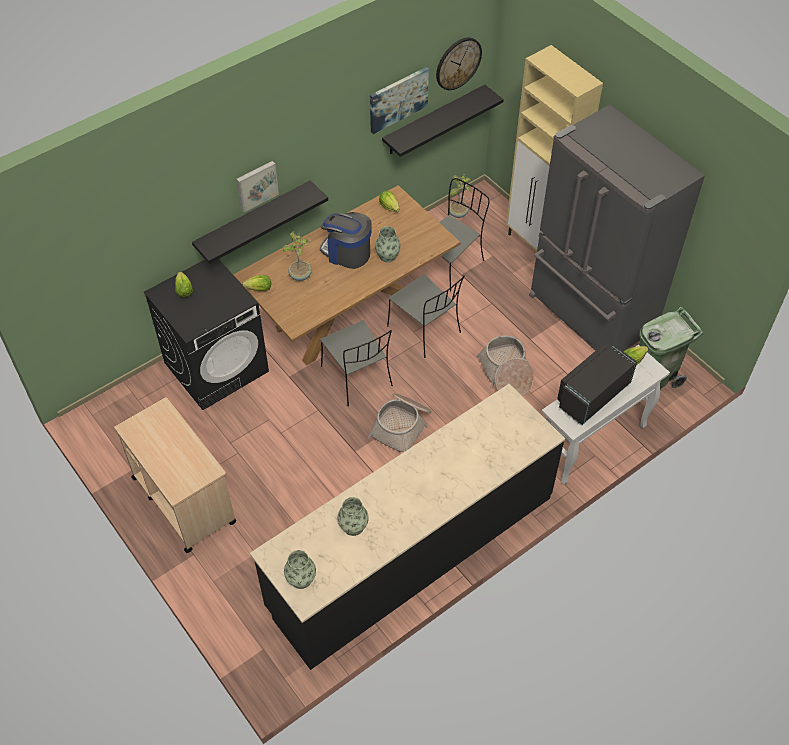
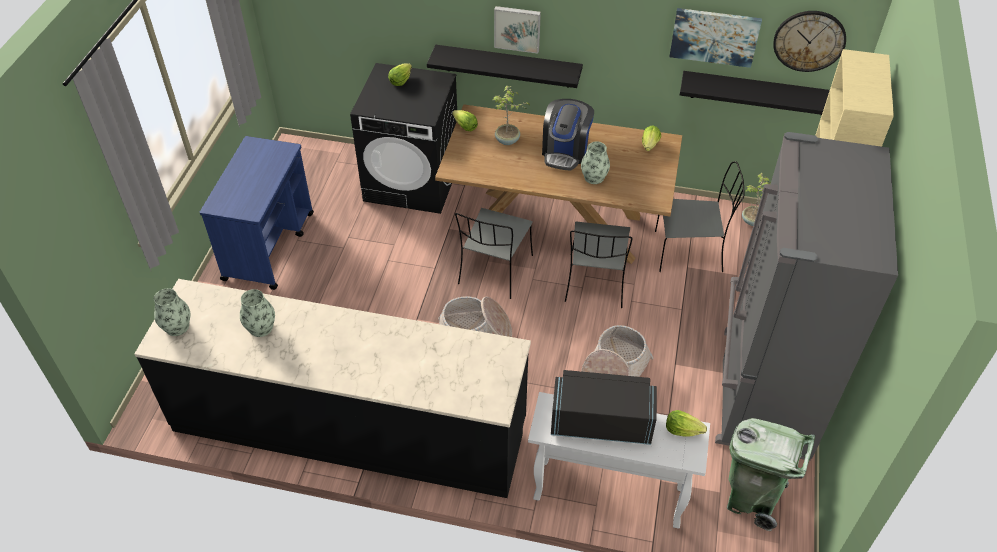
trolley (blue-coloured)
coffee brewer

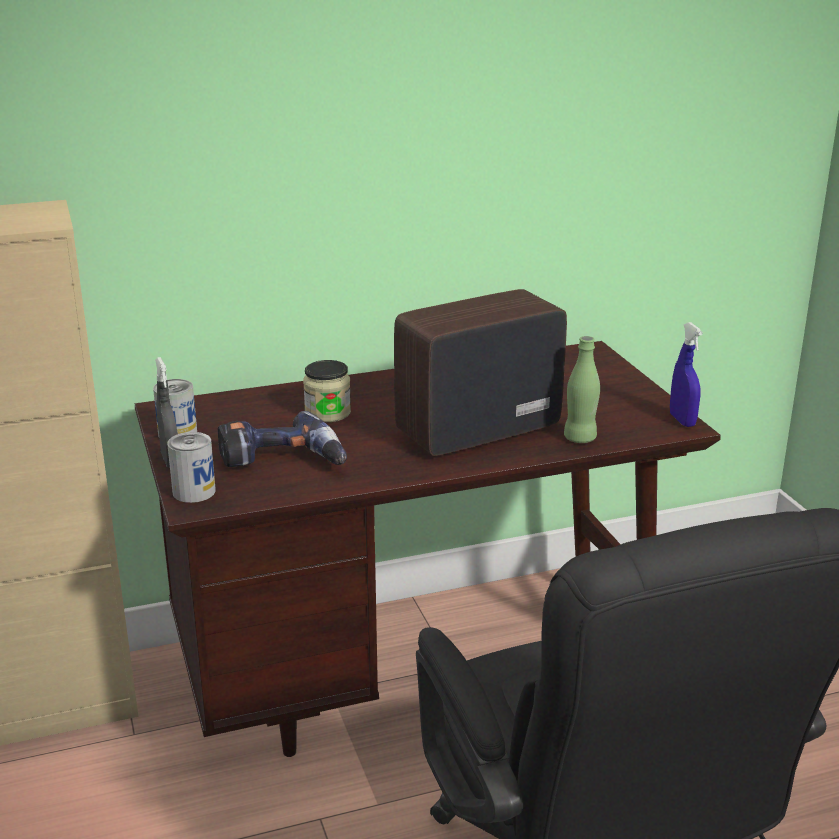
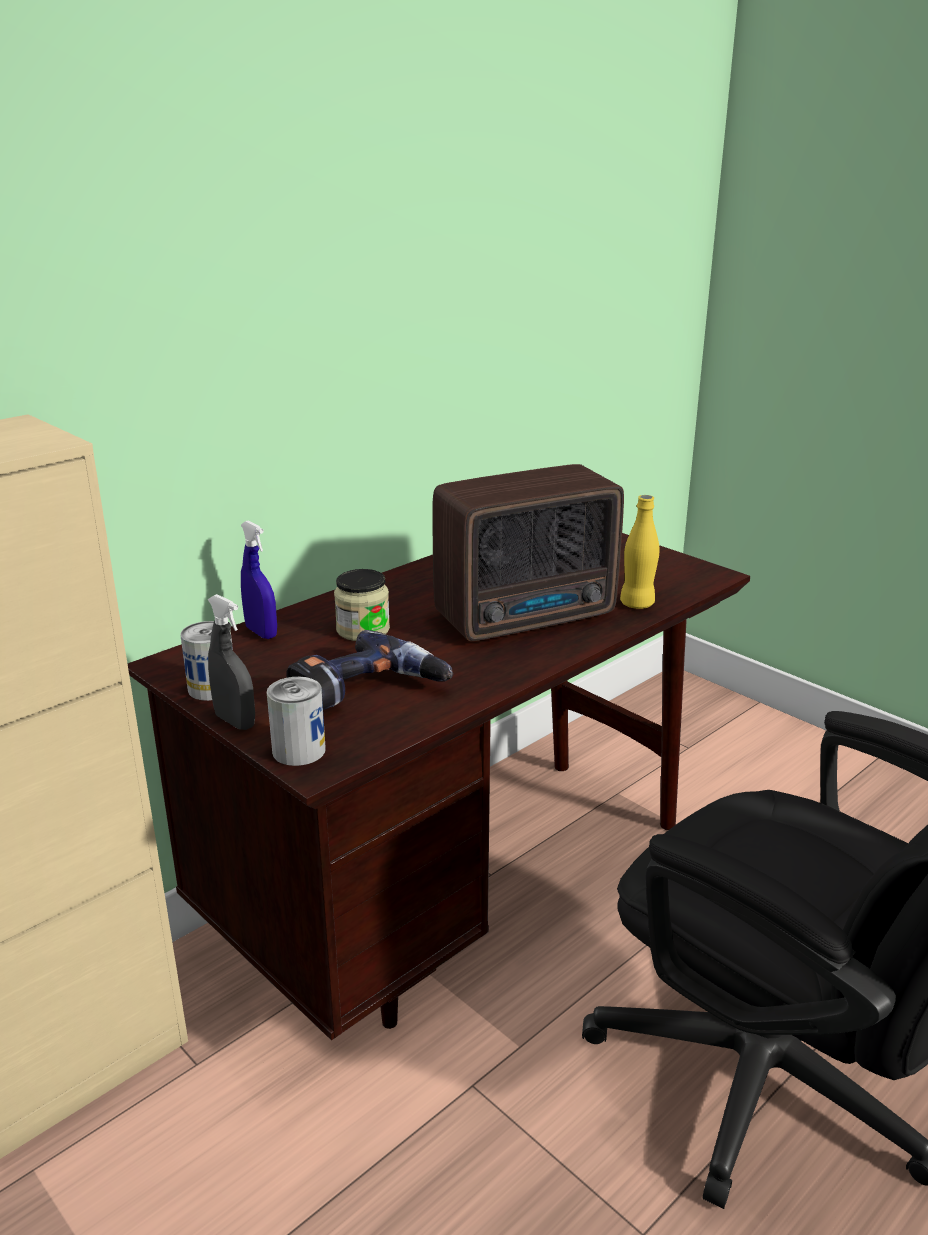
spray bottle (blue-coloured)
drink bottle (yellow)
radio set

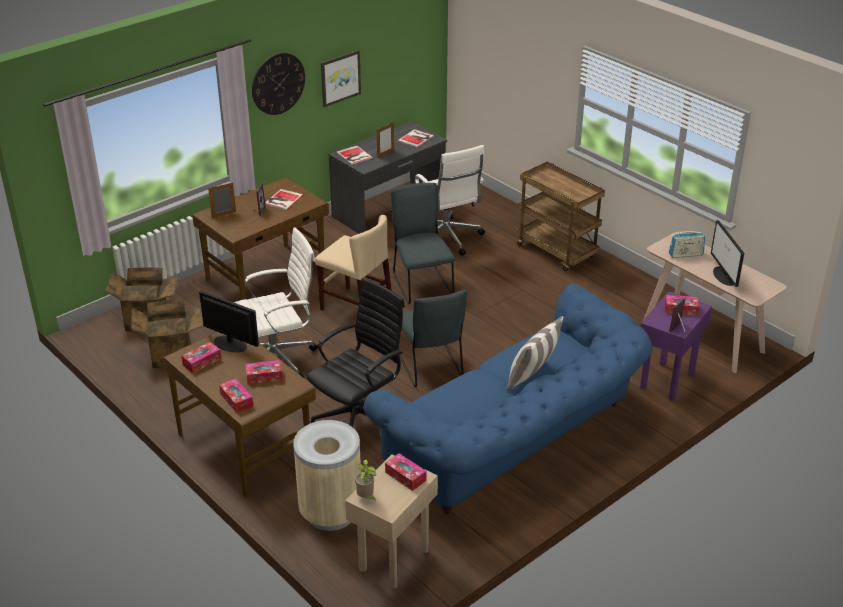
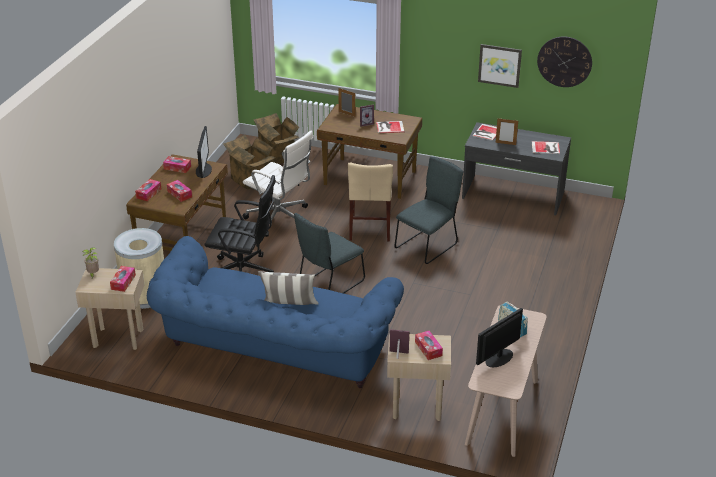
office chair (white-coloured) (2nd from left in the first image)
trolley (brownish)
clock on the wall
end table (sand-coloured) (2nd from left)

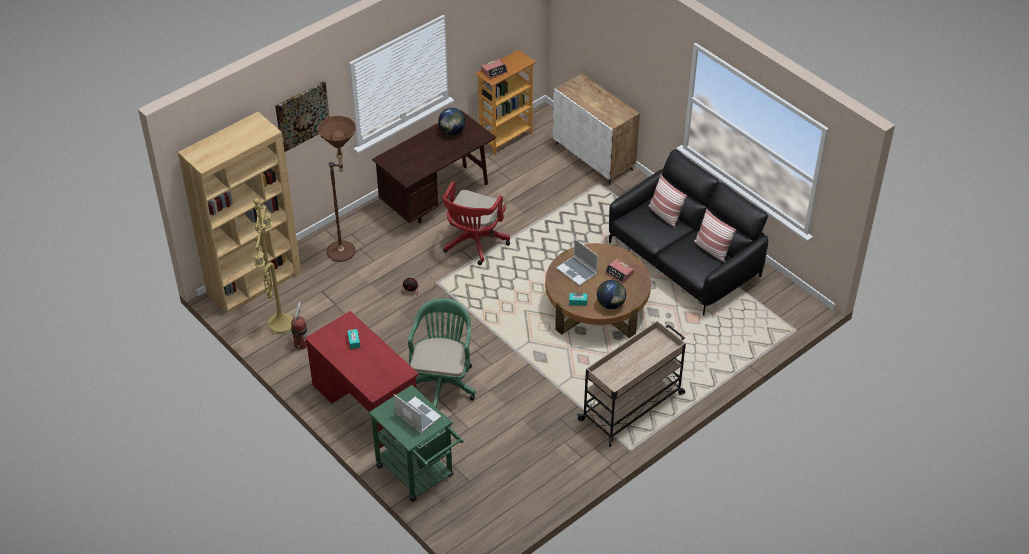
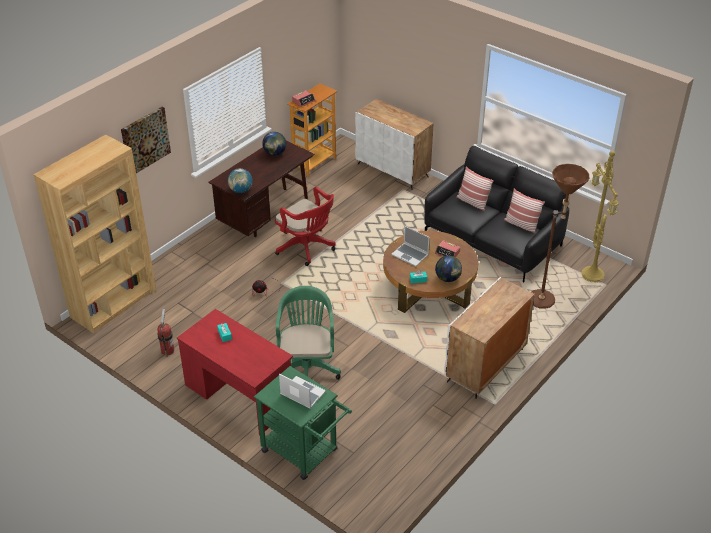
desk globe (1st from left)
floor lamp (yellow)
floor lamp (brownish)
cupboard (white-coloured) (2nd from left)
office chair (reddish)

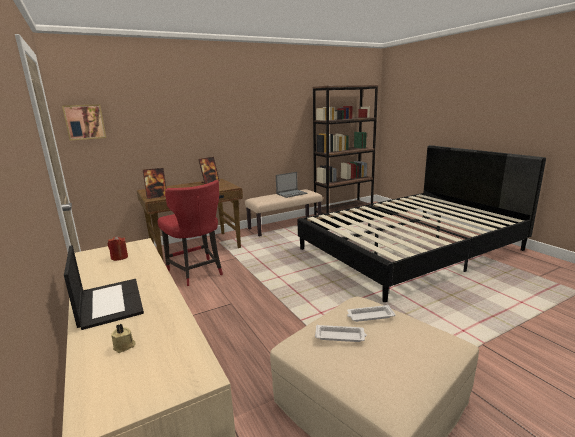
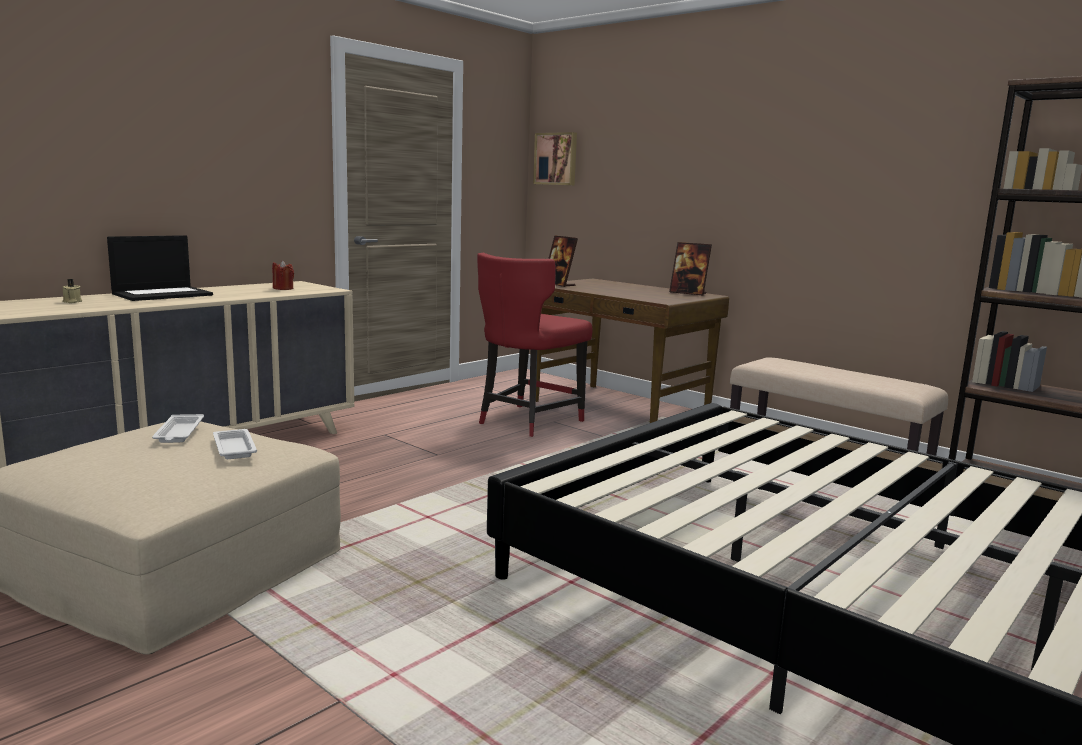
portable computer (2nd from left in the first image)

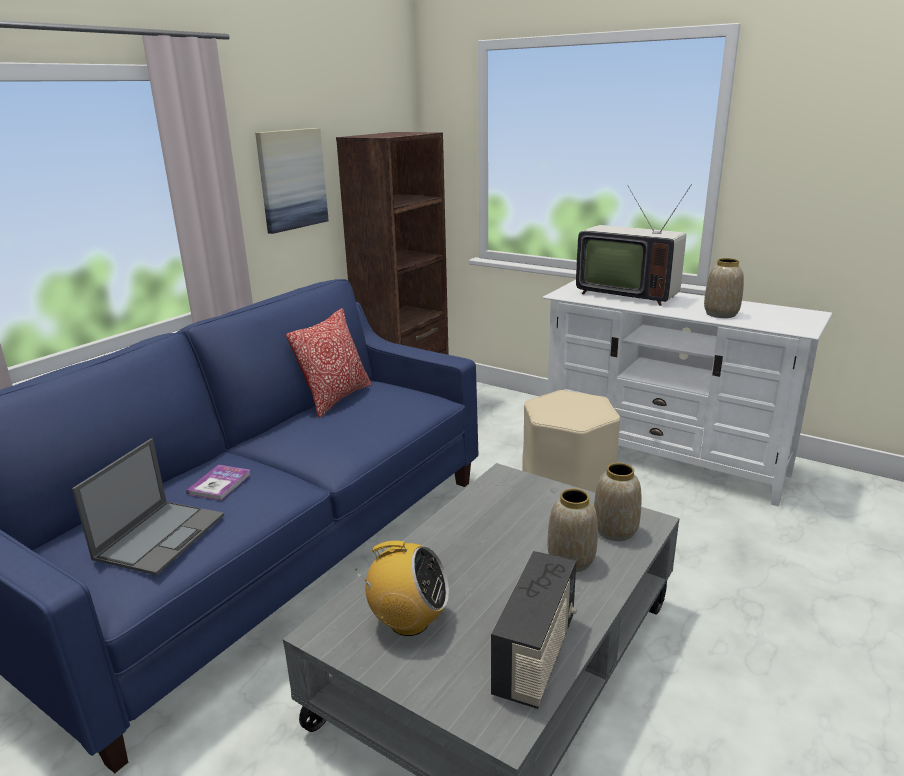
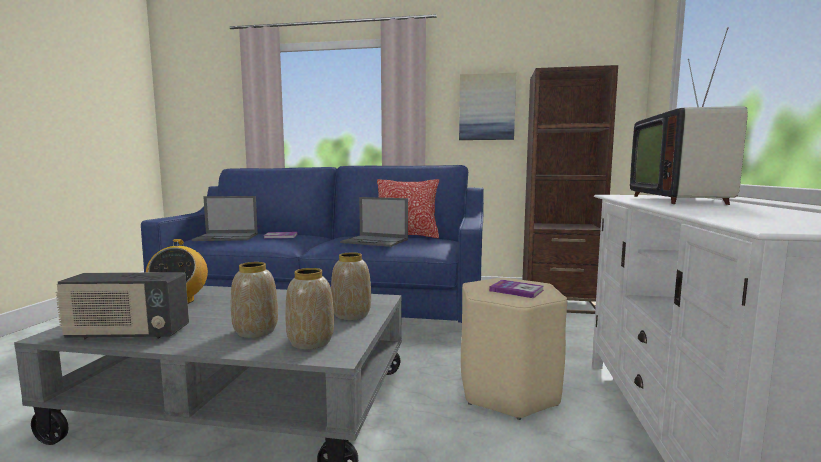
portable computer (2nd from left)
volume (2nd from left)
vase (3rd from left)

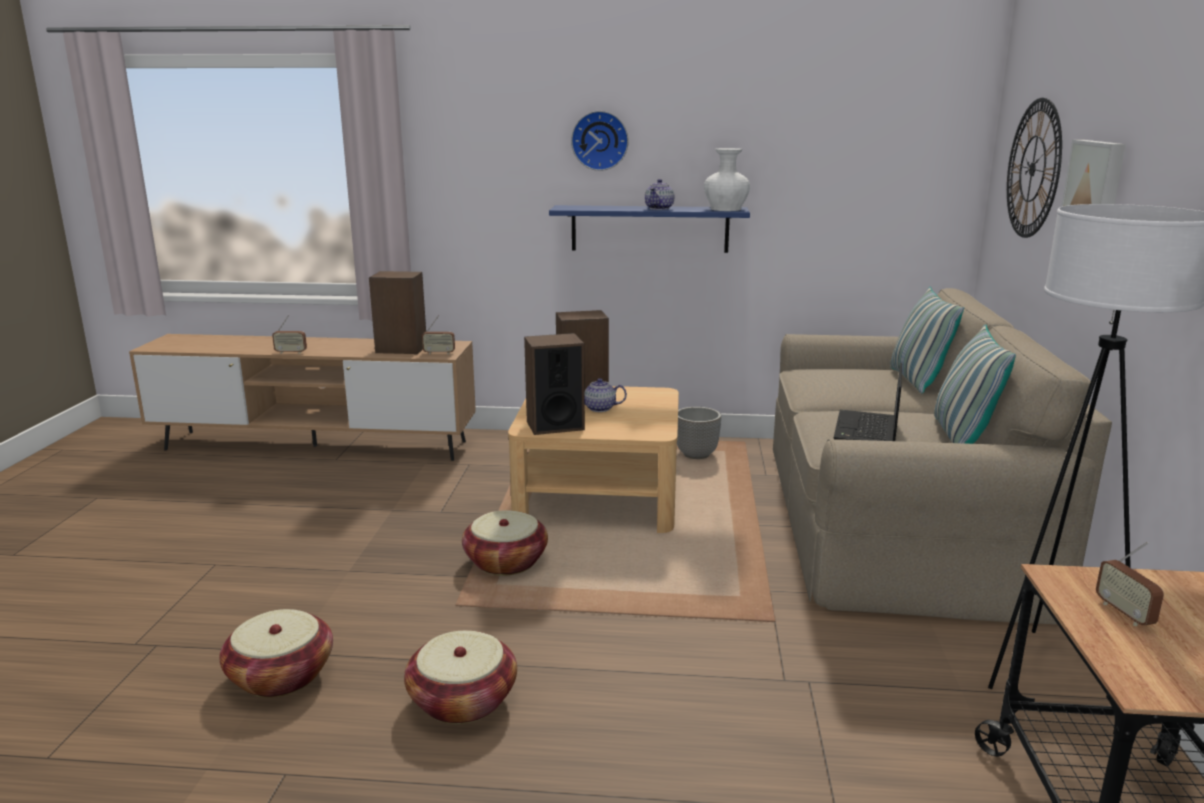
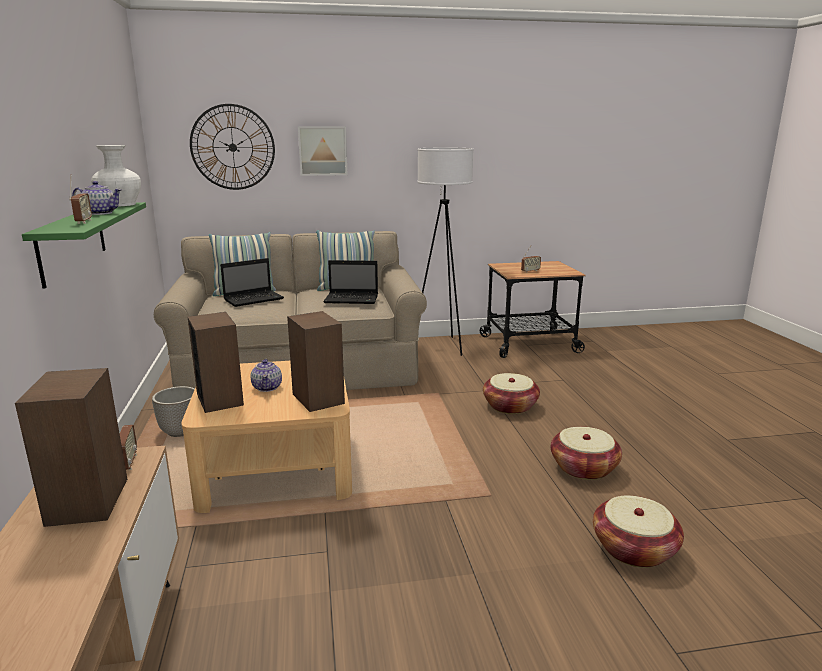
clock on the wall (1st from left in the first image)
portable computer (1st from left)
radio set (1st from left)
storage basket (1st from left)
wall shelf (greenish)

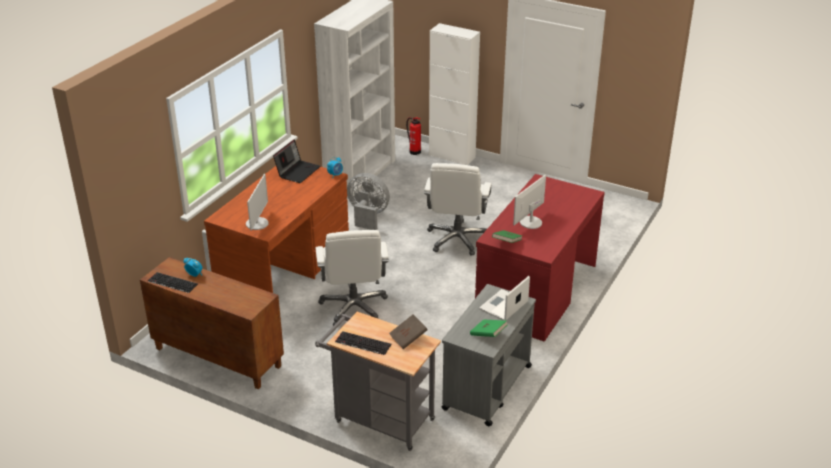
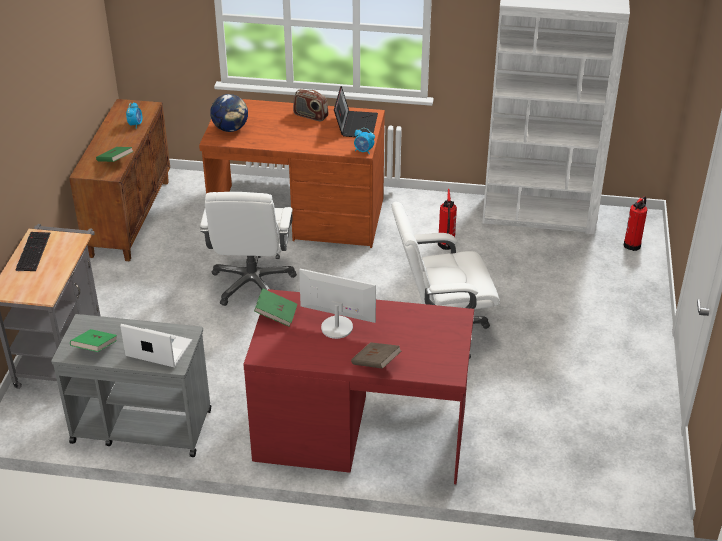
computer keyboard (1st from left in the first image)
cupboard (white-coloured)
volume (greenish) (2nd from left)
radio set
volume (brownish)
desk globe
fire-fighting cylinder (1st from left)
portable computer (2nd from left)
office chair (white-coloured) (1st from left)

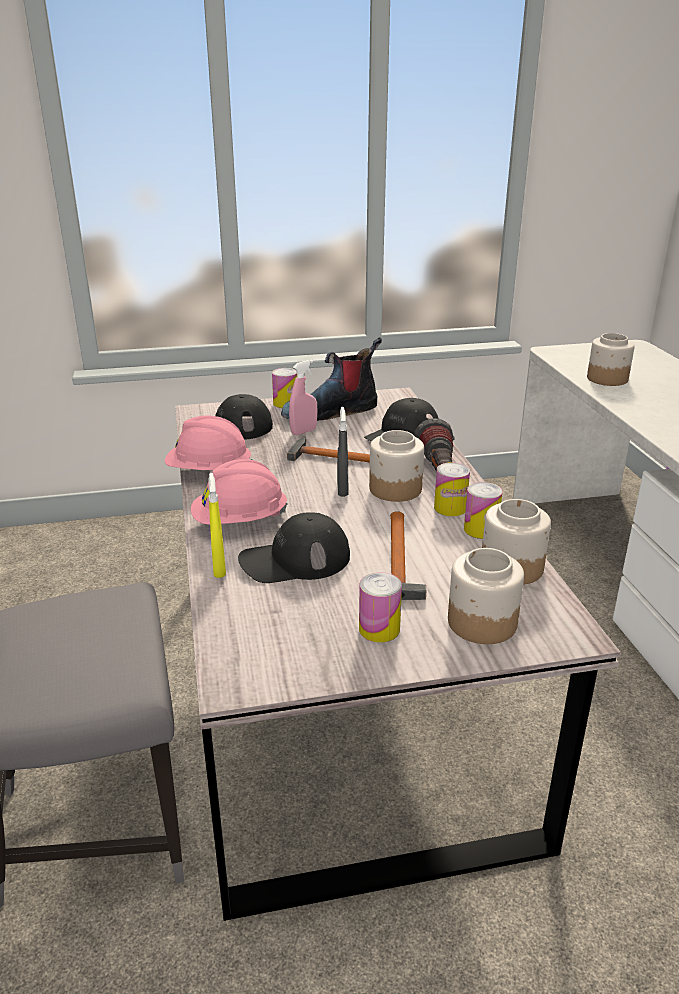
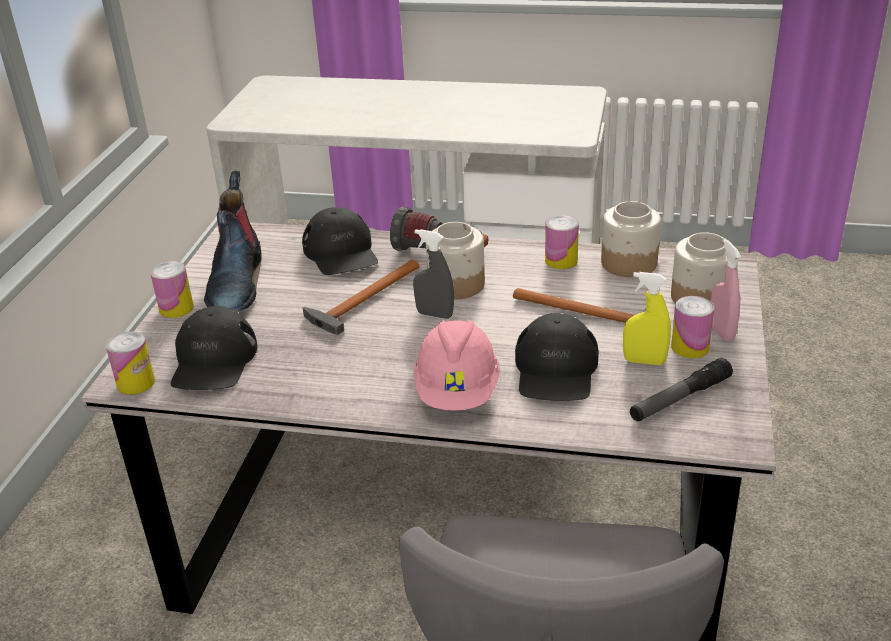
safety helmet (pinkish) (1st from left in the first image)
preserve jar (4th from left in the first image)
hand torch (2nd from left)
spray bottle (yellow)
spray bottle (pinkish)
metal can (1st from left)

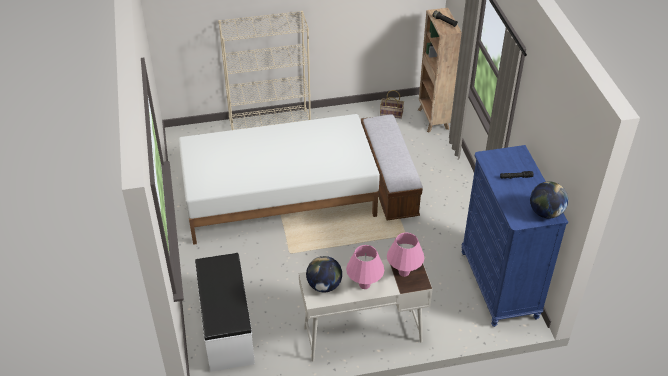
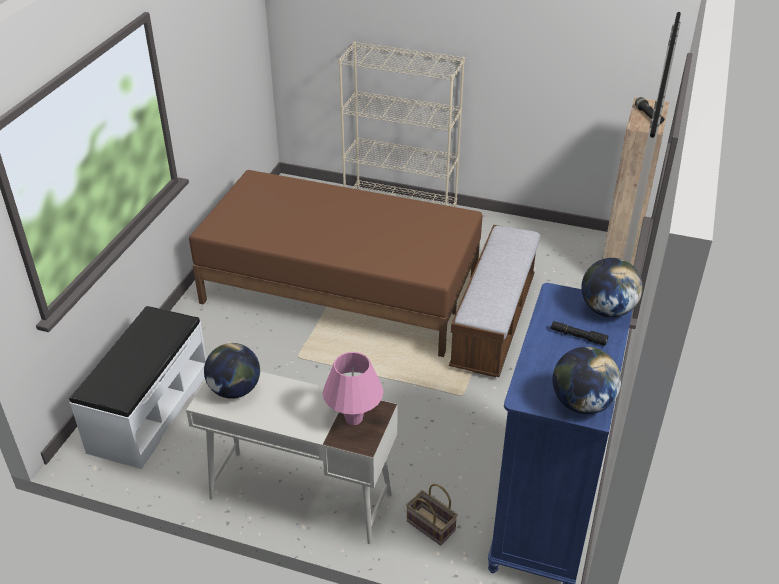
lamp for a table (pinkish) (1st from left in the first image)
desk globe (3rd from left)
storage basket
bedroom bed (brownish)

